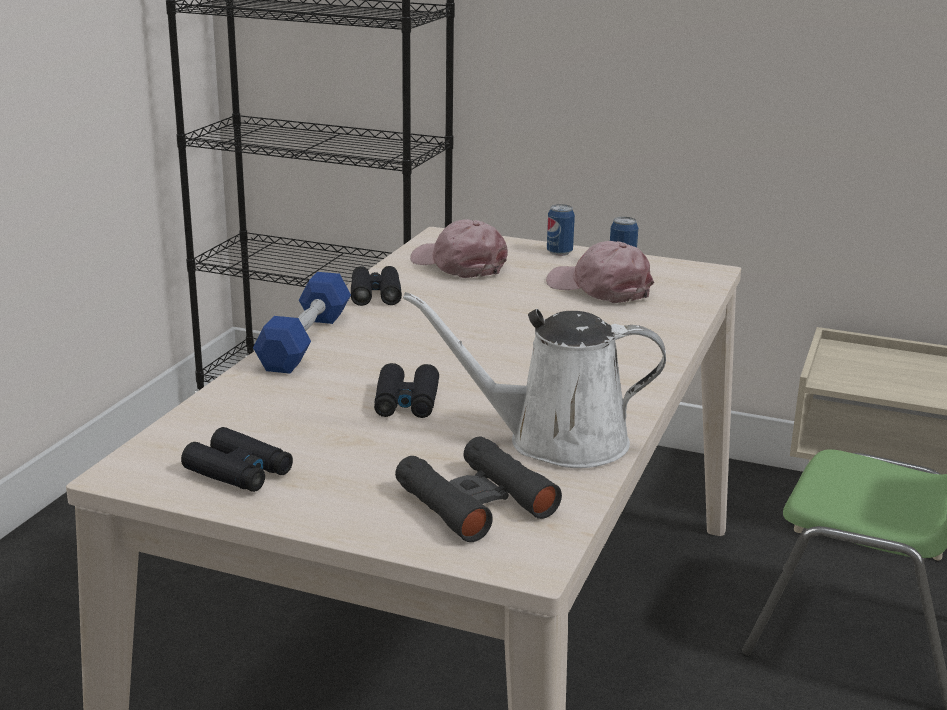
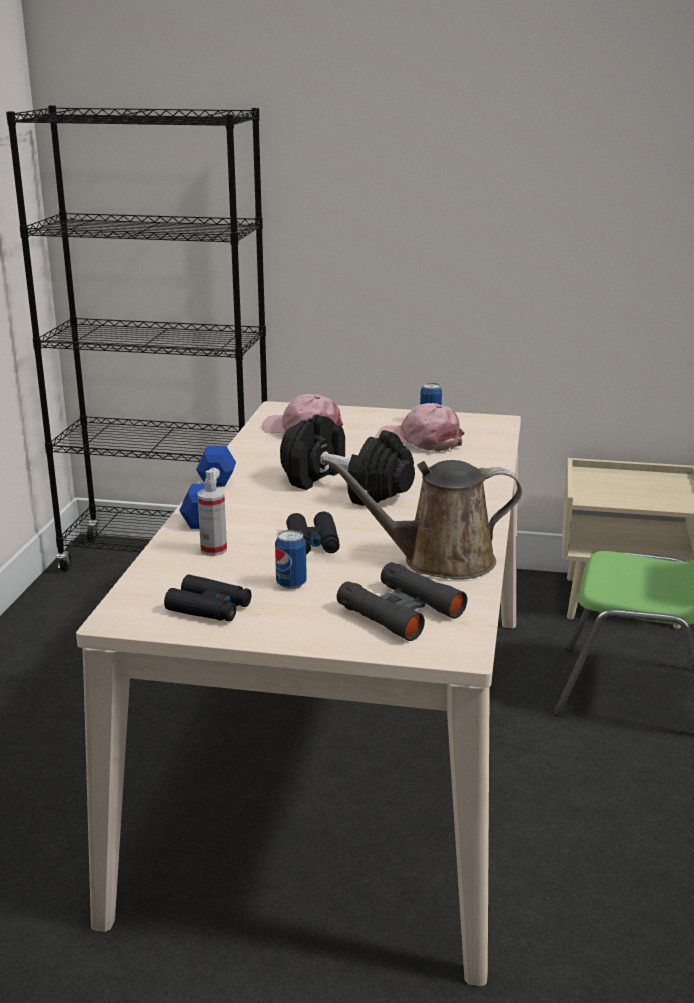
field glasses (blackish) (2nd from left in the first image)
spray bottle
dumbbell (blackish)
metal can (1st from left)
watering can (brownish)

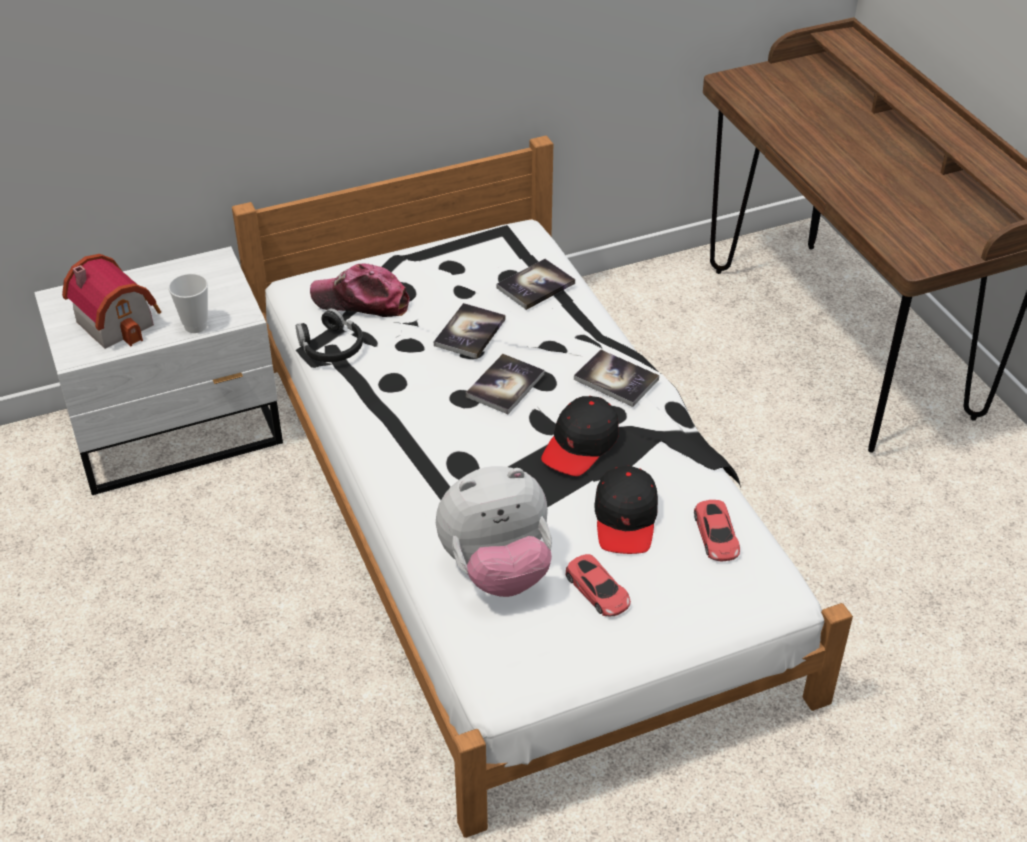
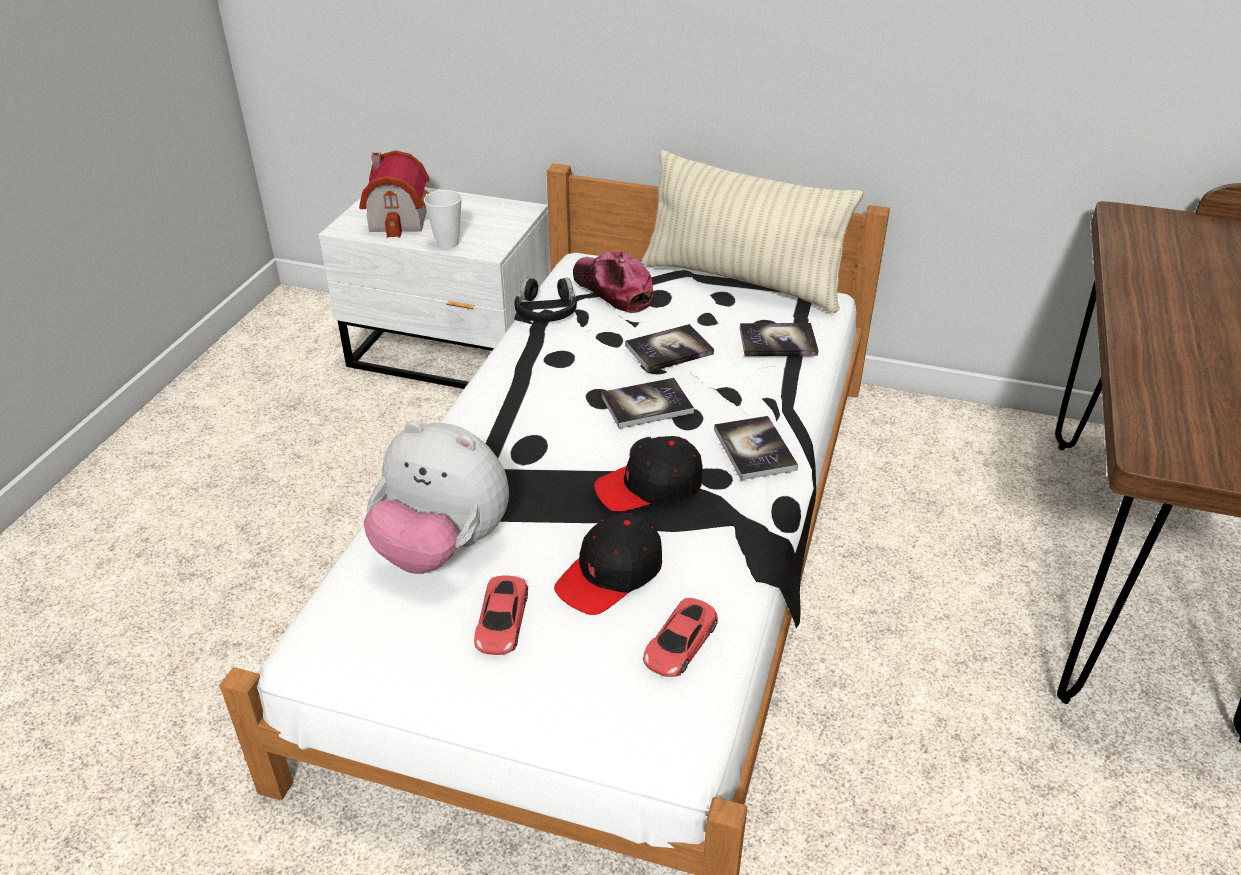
cushion (sand-coloured)

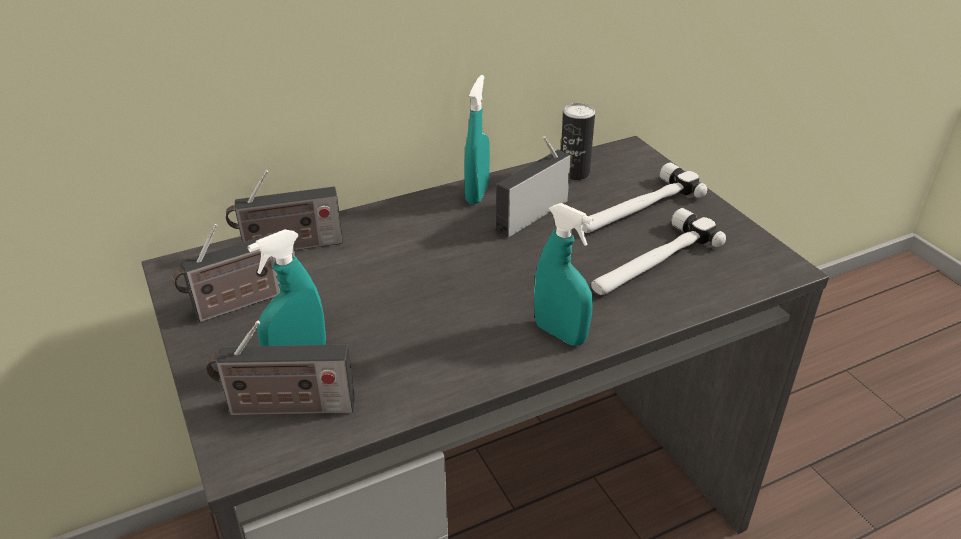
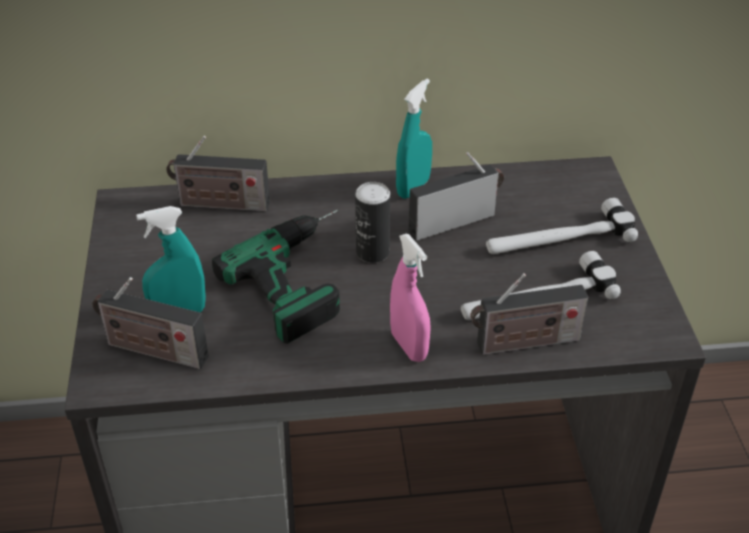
drill
radio set (4th from left)
metal can
spray bottle (pinkish)

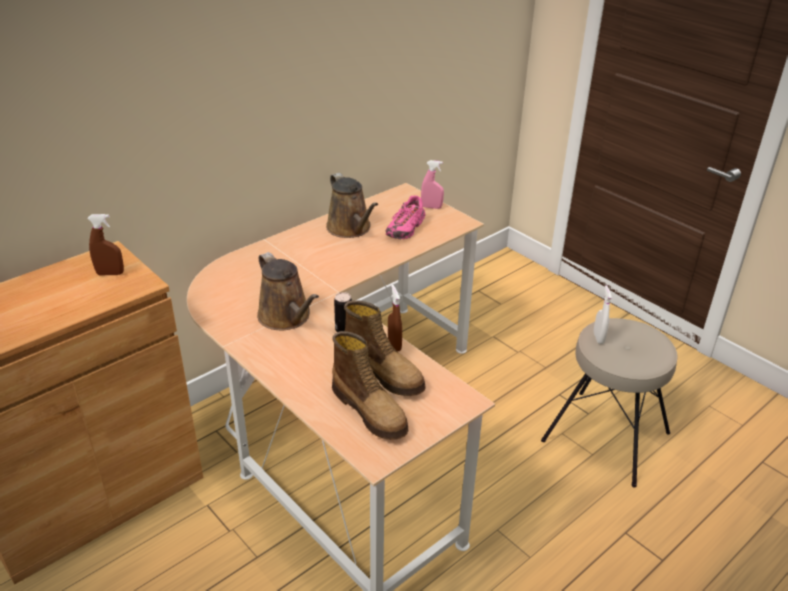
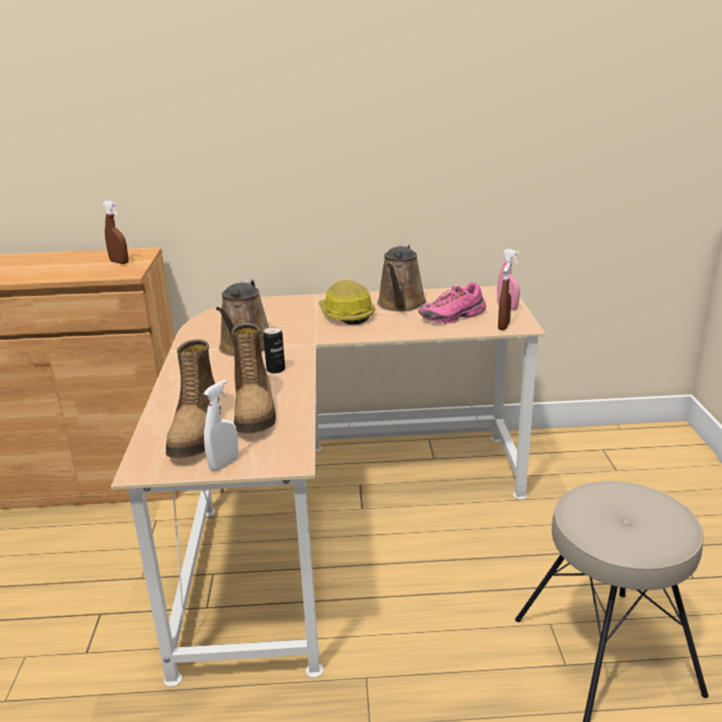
safety helmet
spray bottle (brownish) (2nd from left)
spray bottle (white-coloured)

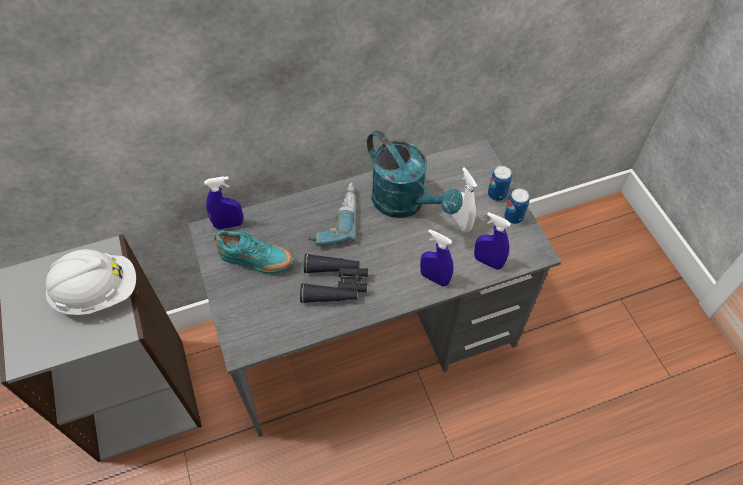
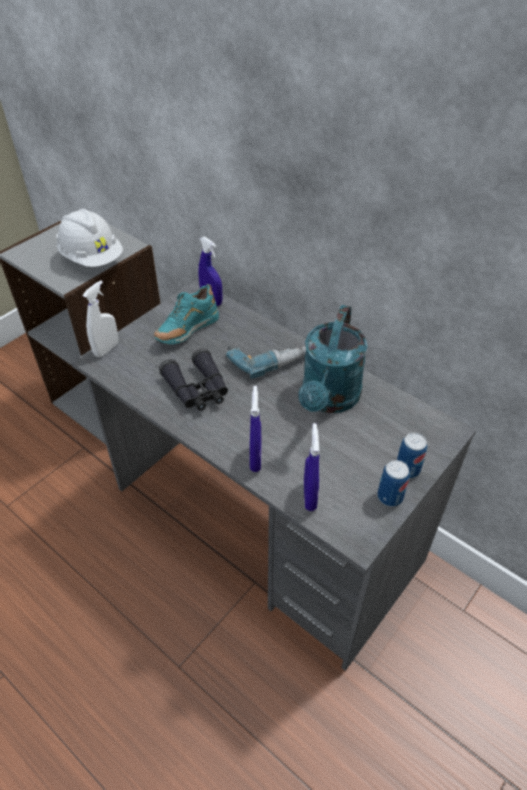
spray bottle (white-coloured)
shoe (turquoise-coloured)

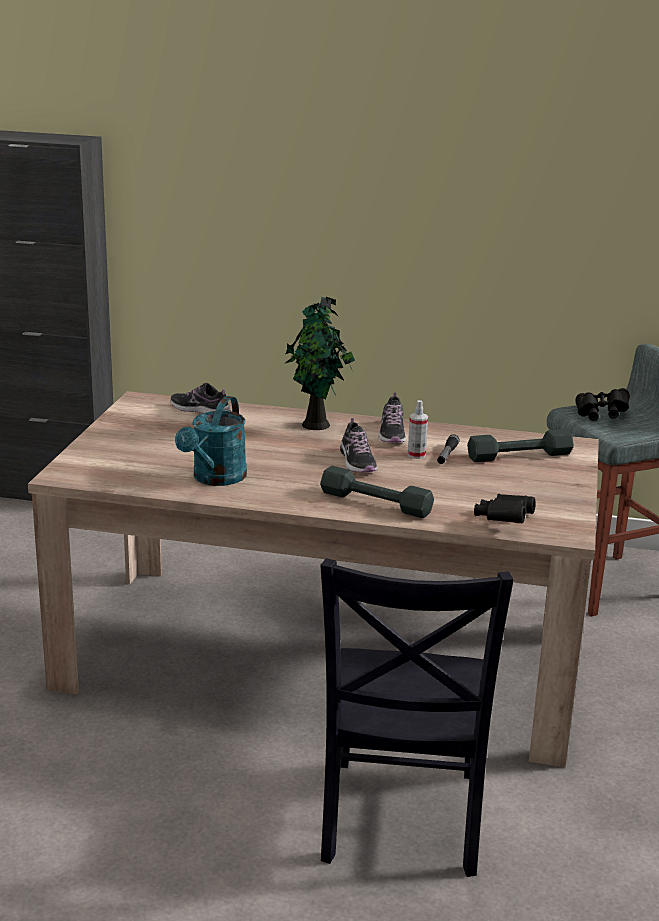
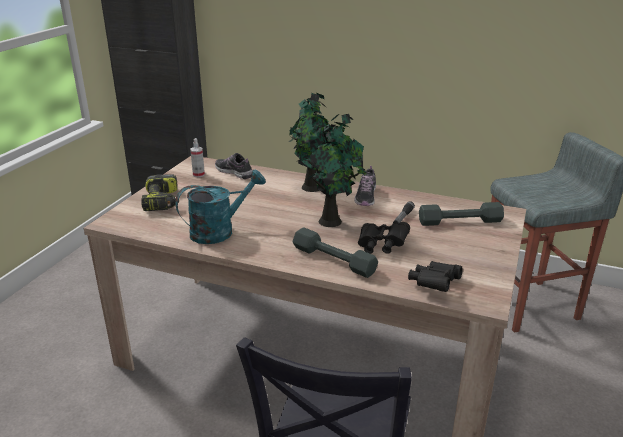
drill
spray bottle
field glasses (blackish) (1st from left)
potted plant (2nd from left)
watering can (turquoise-coloured)

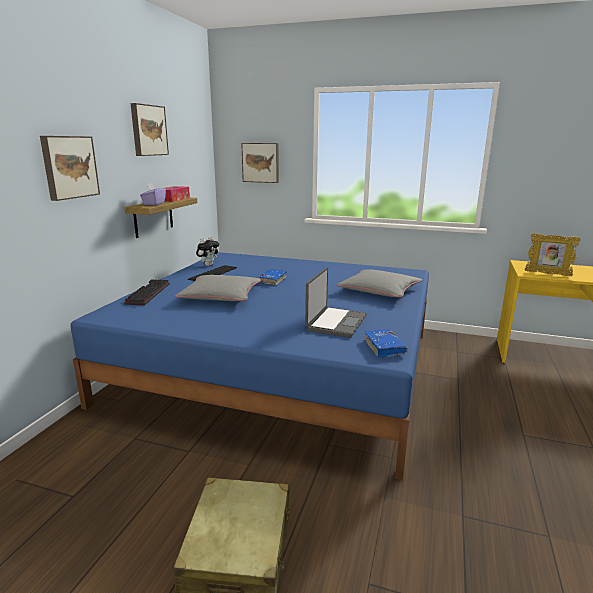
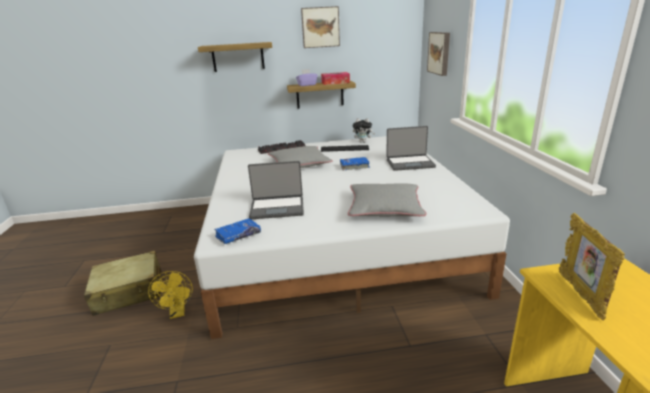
cooling fan (yellow)
portable computer (2nd from left)
wall shelf (1st from left)
bedroom bed (white-coloured)

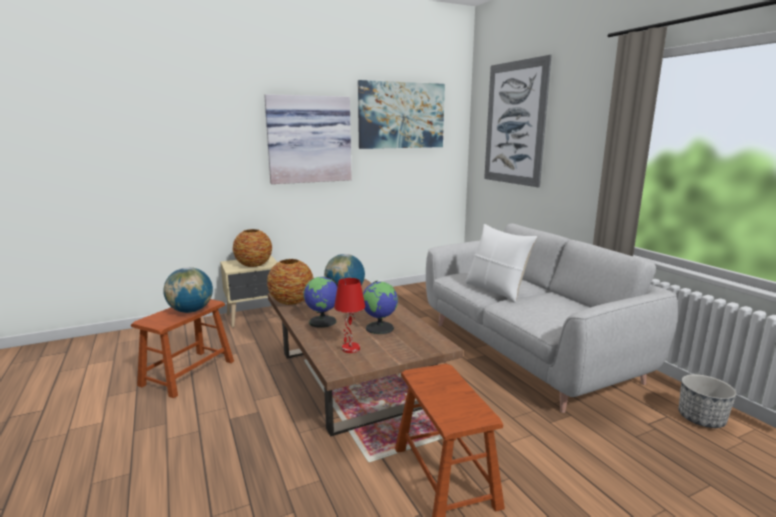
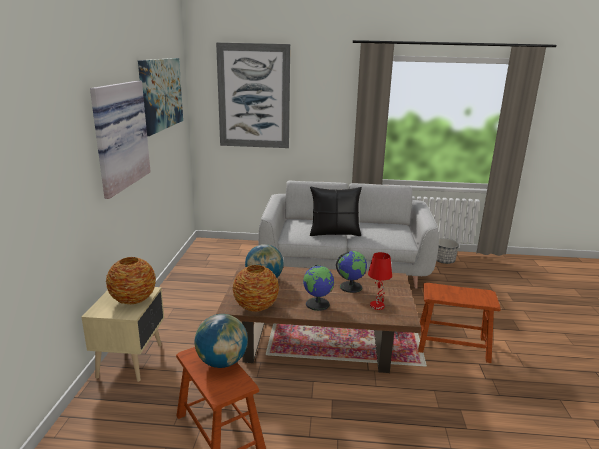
cushion (blackish)

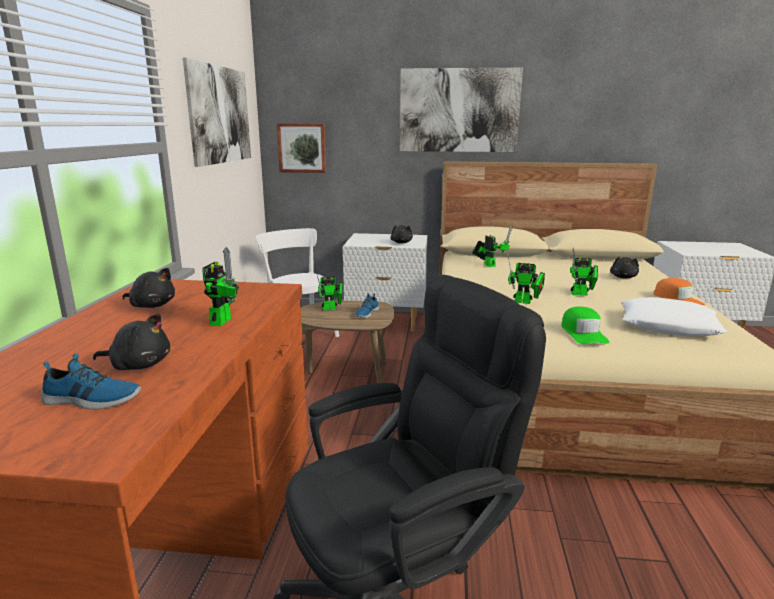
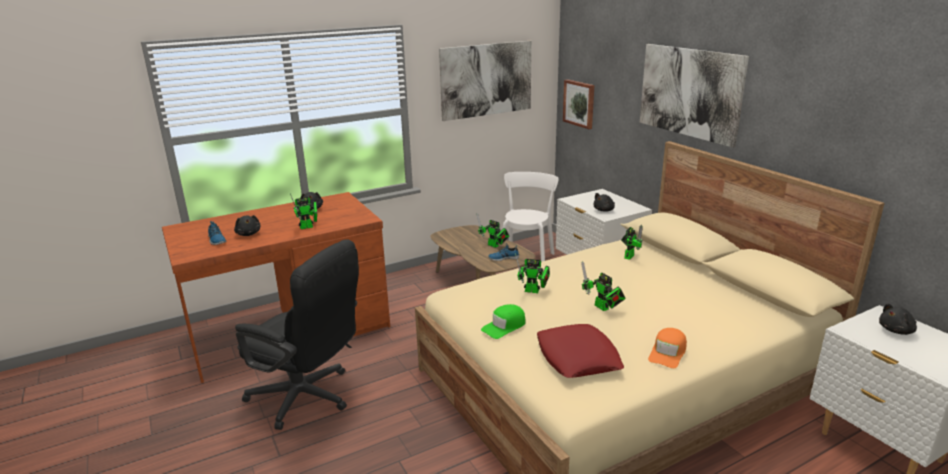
soft toy (blackish) (4th from left)
cushion (reddish)
toy robot (3rd from left)

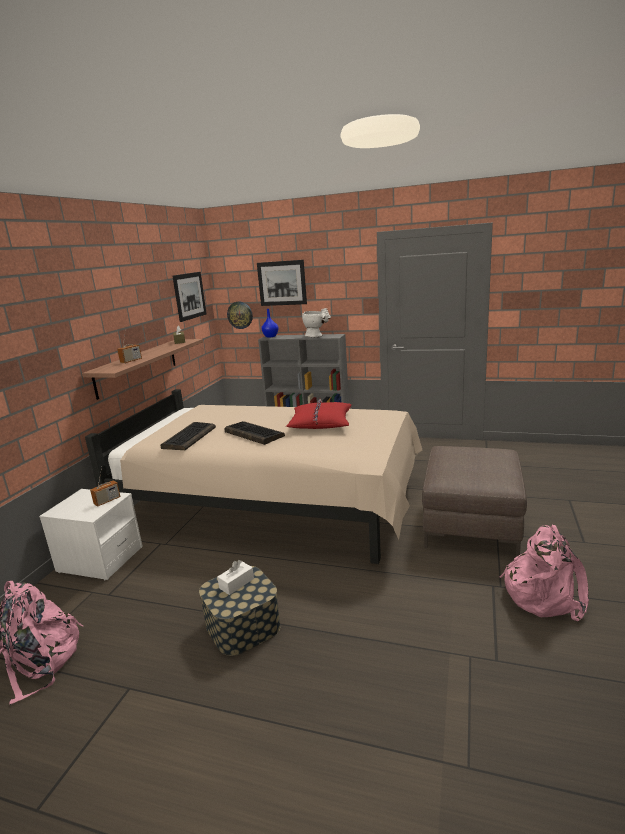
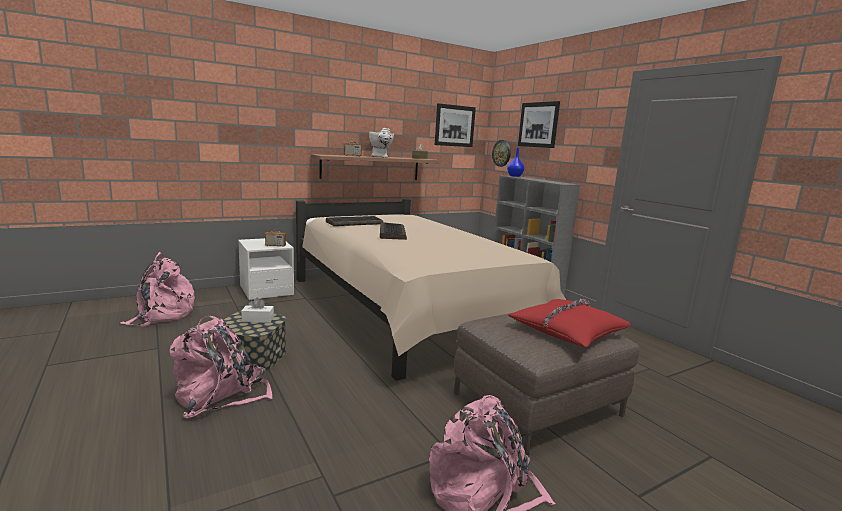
knapsack (pinkish) (2nd from left)
cushion (reddish)
vase (white-coloured)

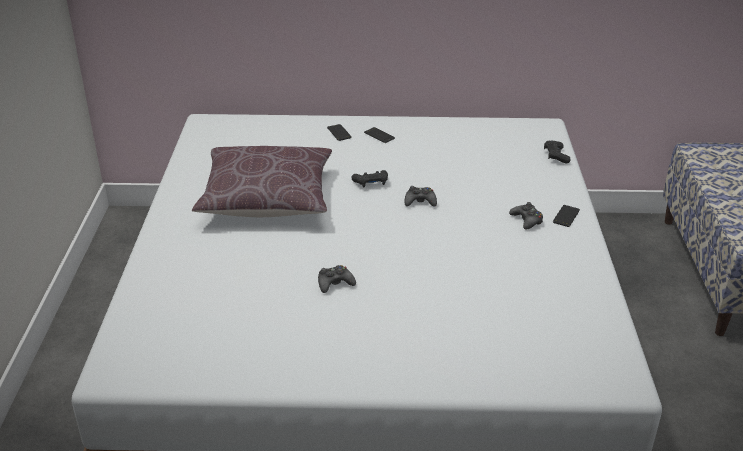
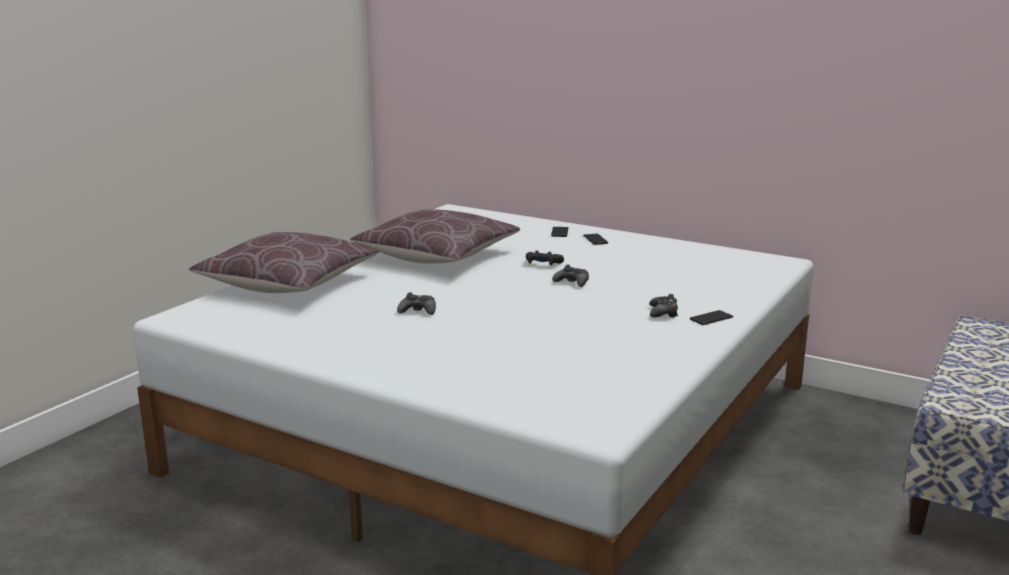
joypad (blackish) (5th from left in the first image)
cushion (brownish) (1st from left)

